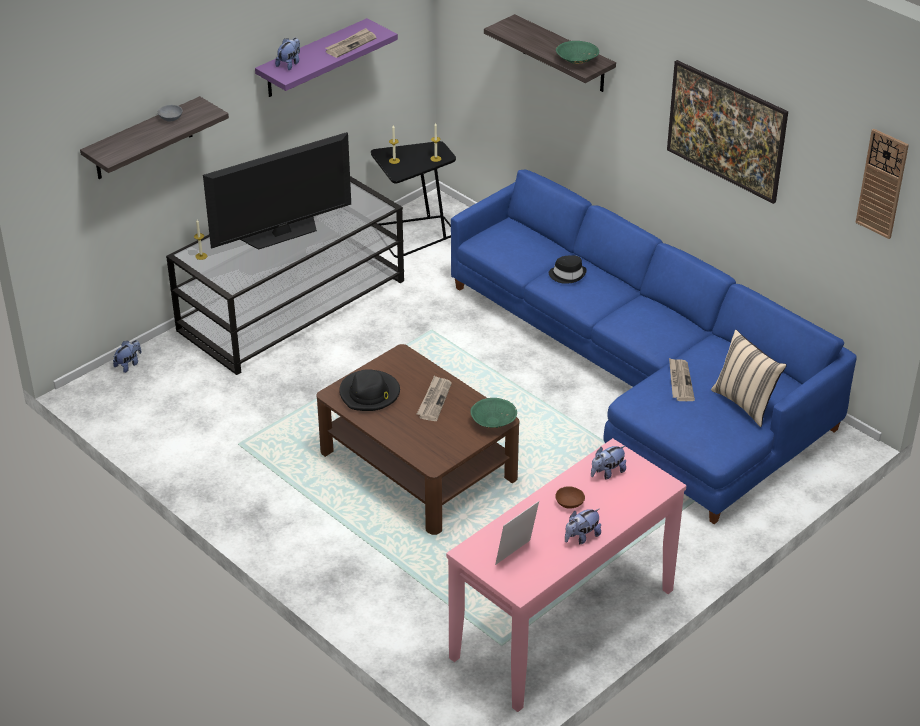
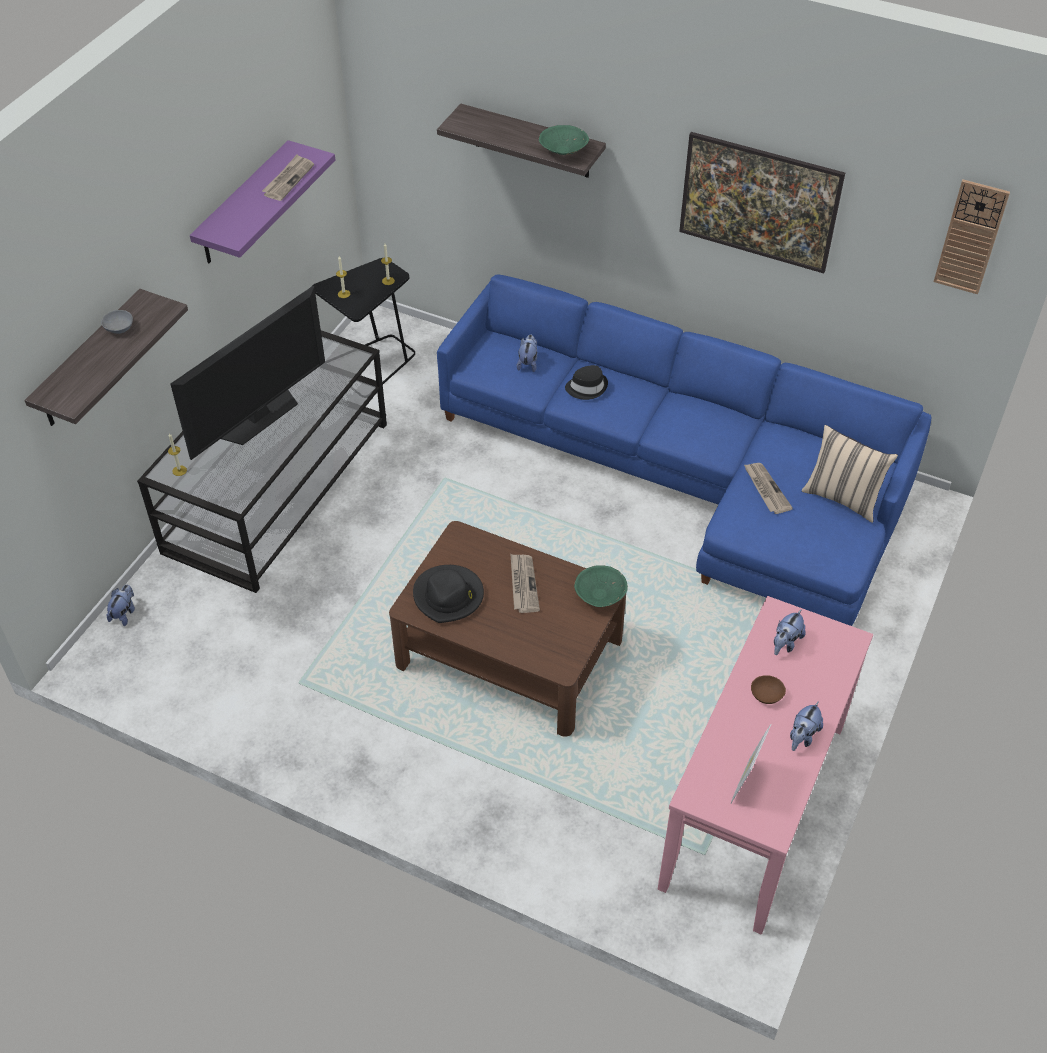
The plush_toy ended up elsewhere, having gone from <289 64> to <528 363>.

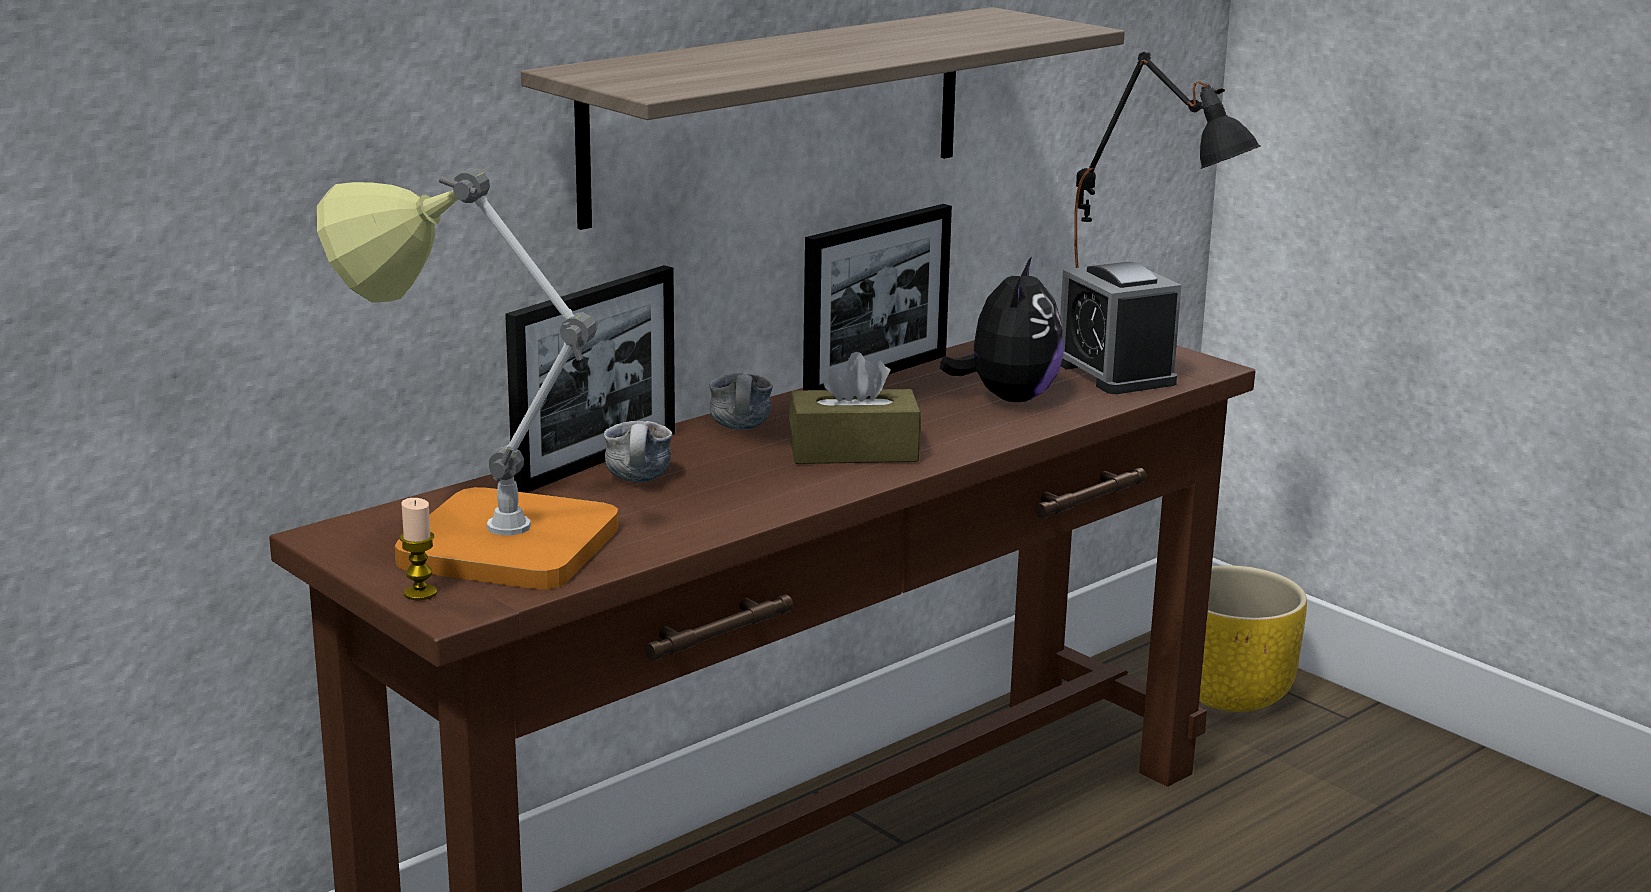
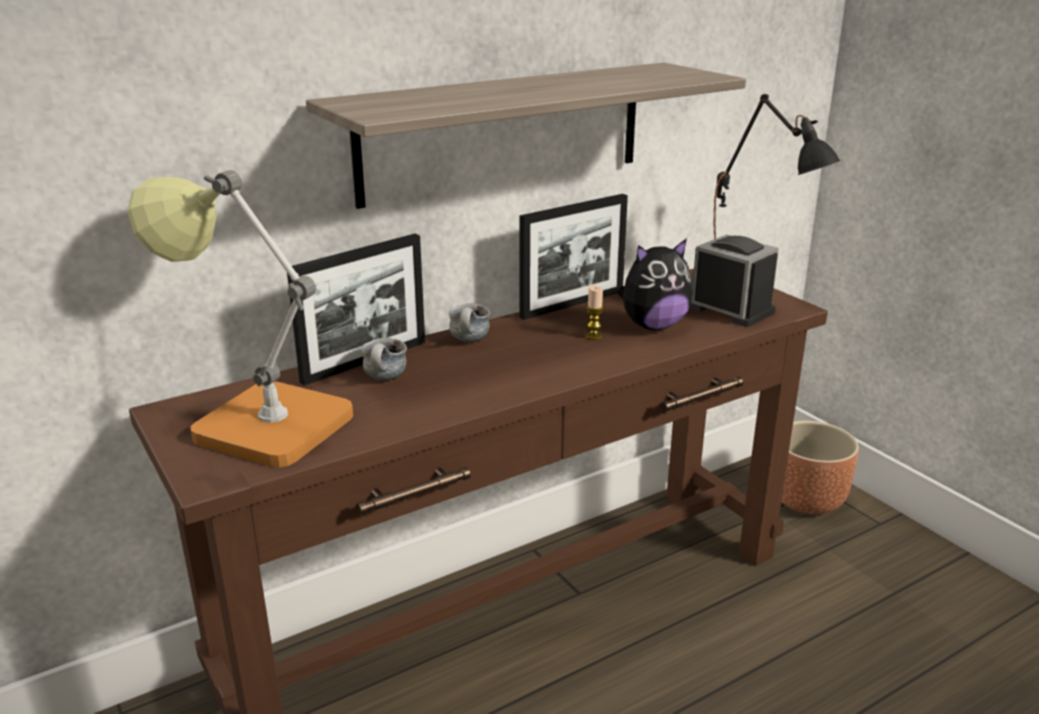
The candle ended up elsewhere, having gone from <420 593> to <593 336>.
The second view lost the brown-coloured_tissue_box at <853 451>.
The plush_toy at <1008 398> ended up facing another way, 45 degrees clockwise from before.
The alarm_clock at <1114 373> ended up facing another way, 150 degrees clockwise from before.
What was the yellowish_plant_pot at <1231 694> turned into the brown-coloured_plant_pot at <807 500>.

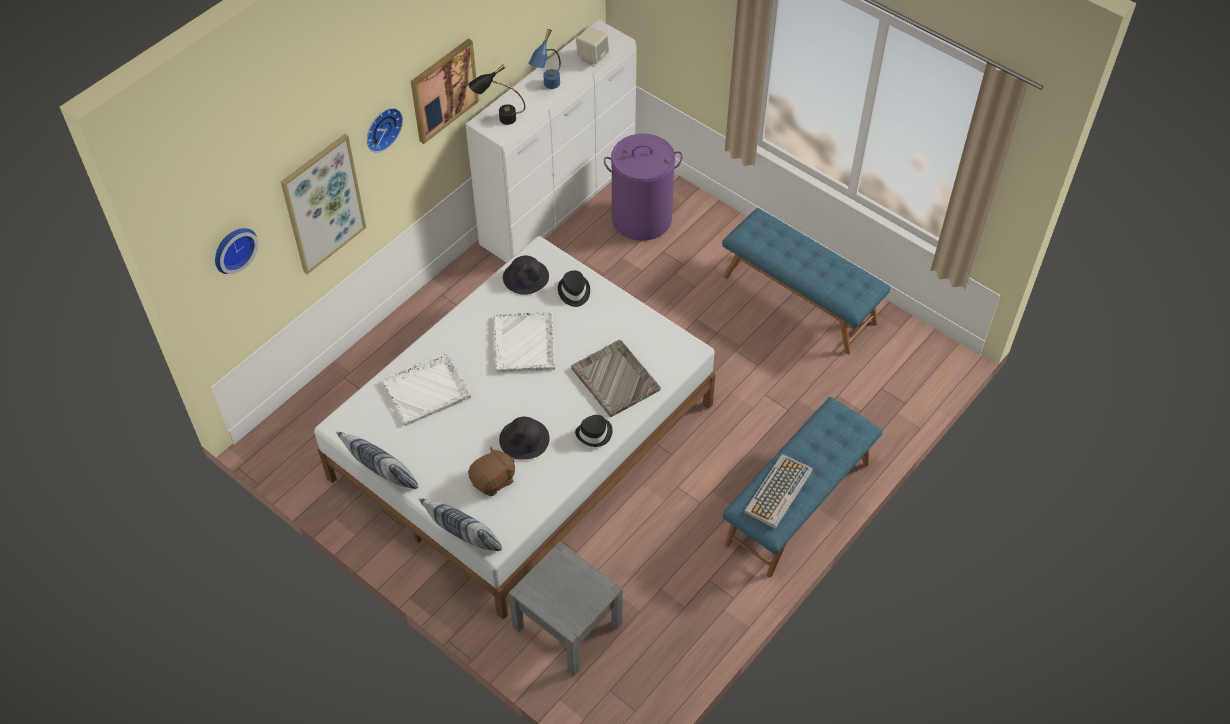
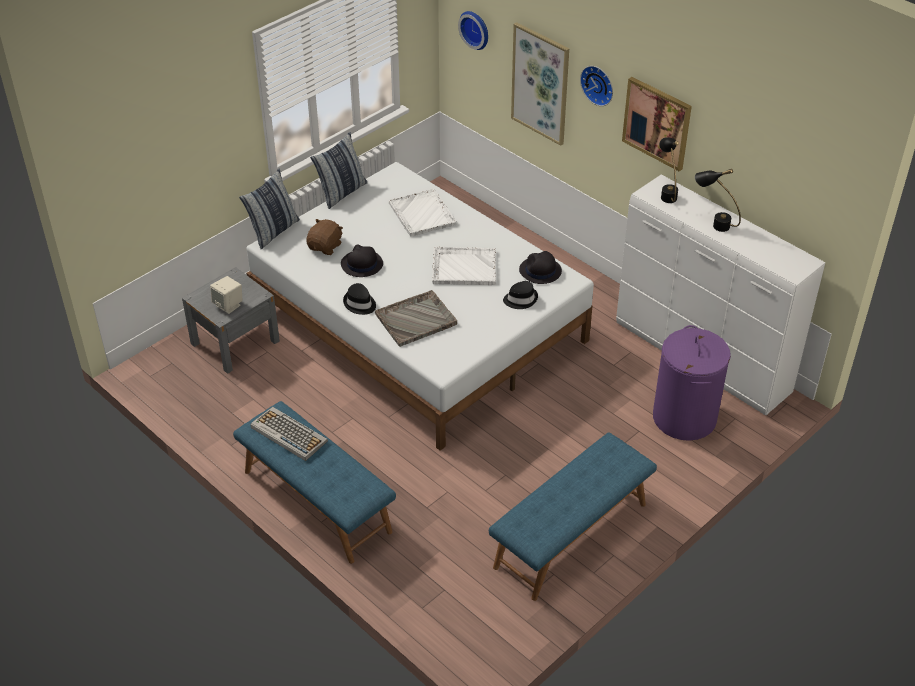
The brown-coloured_plush_toy at <493 480> ended up facing another way, 120 degrees counterclockwise from before.
What was the bluish_table_lamp at <548 88> turned into the blackish_table_lamp at <713 223>.
The beige-coloured_audio_speaker ended up elsewhere, having gone from <592 58> to <228 305>.

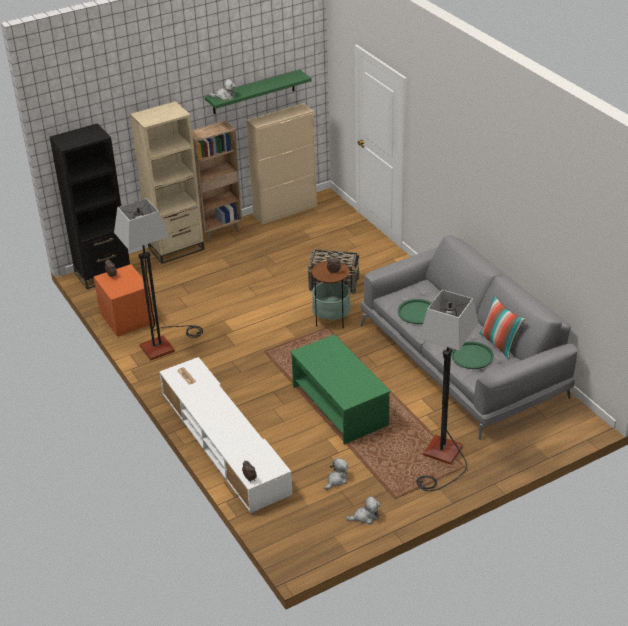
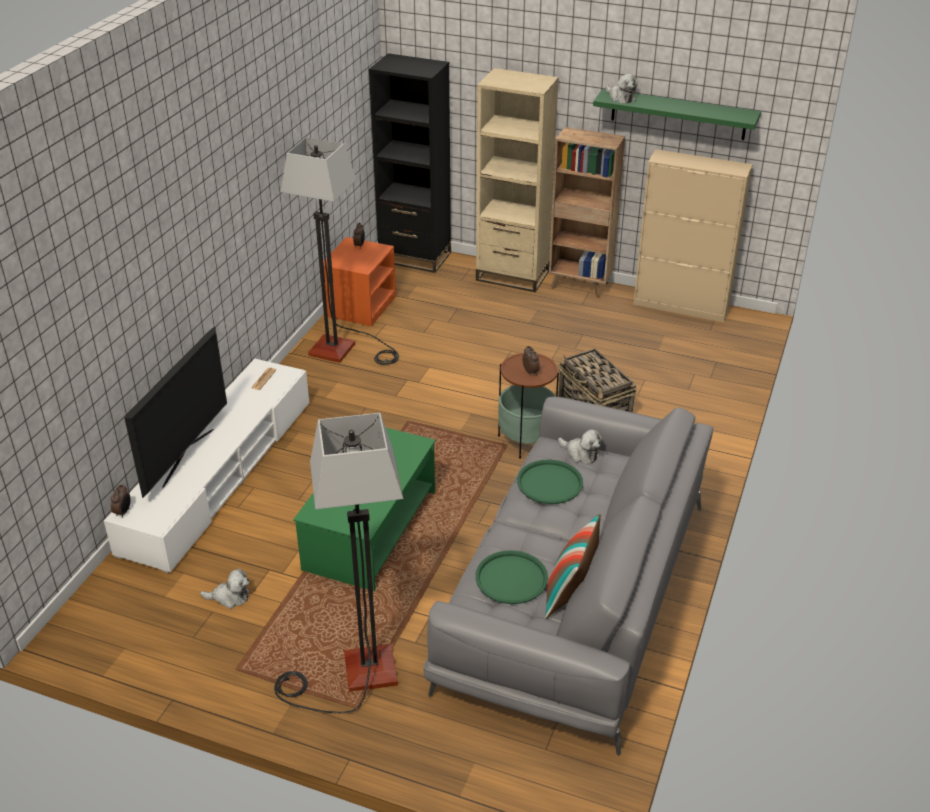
The plush_toy ended up elsewhere, having gone from <365 517> to <581 453>.
The second view gained the television at <187 457>.

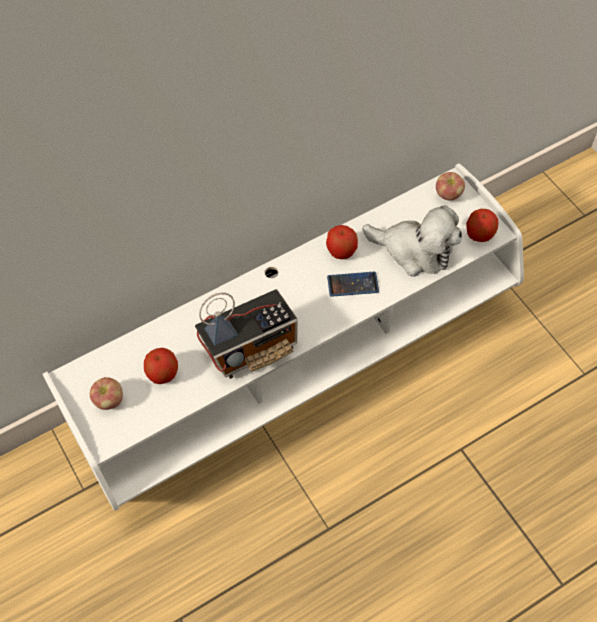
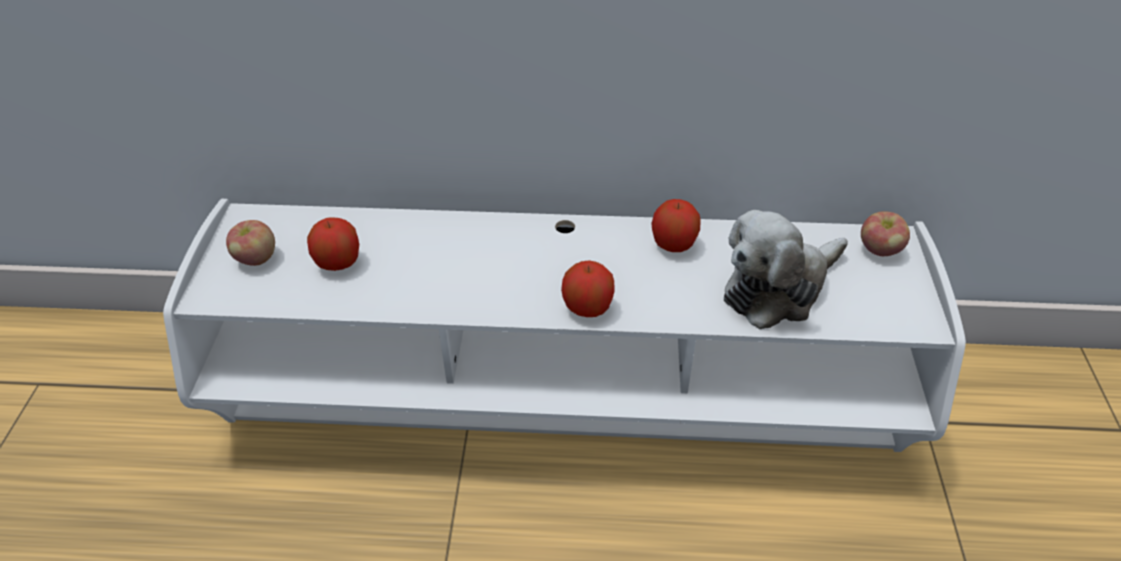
The second view lost the radio_receiver at <251 348>.
The second view lost the handset at <352 284>.
The plush_toy at <414 250> ended up facing another way, 90 degrees clockwise from before.
The apple ended up elsewhere, having gone from <479 234> to <587 307>.

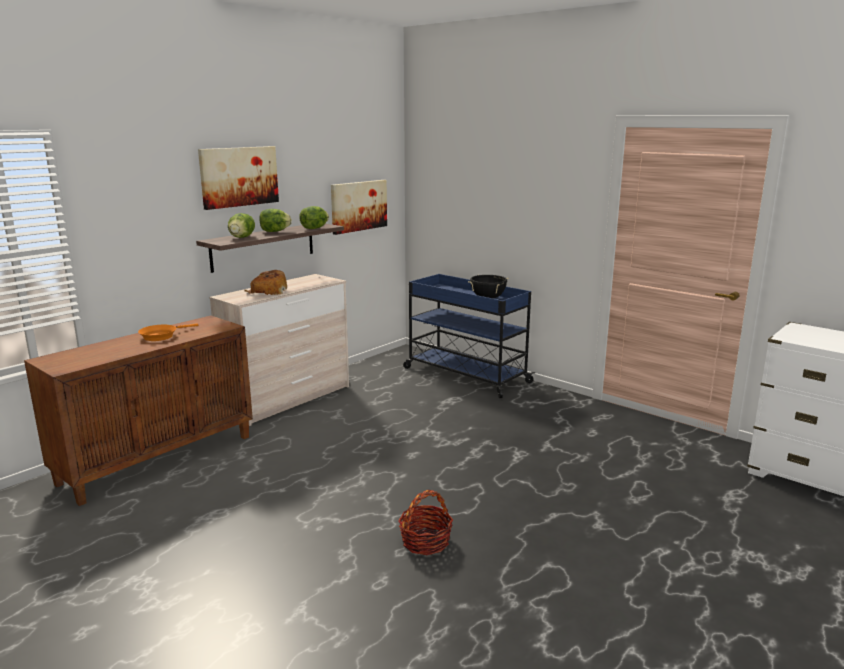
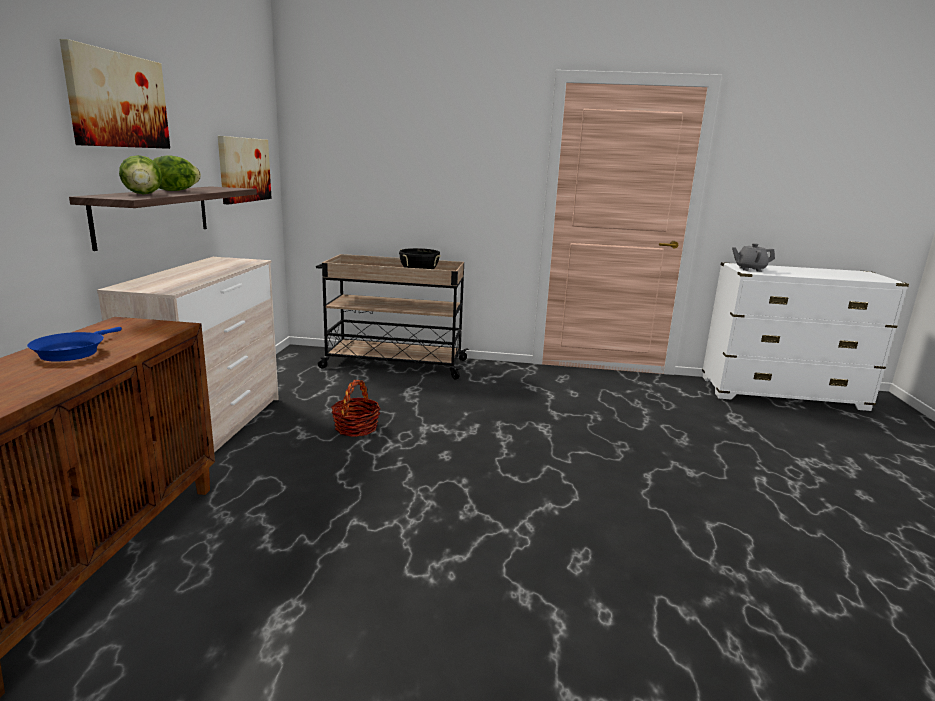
What was the orange_skillet at <161 336> turned into the bluish_skillet at <73 352>.
The second view lost the baked_bread at <267 291>.
The second view lost the lettuce at <314 228>.
The basket ended up elsewhere, having gone from <425 541> to <356 428>.
What was the bluish_trolley at <464 375> turned into the beige-coloured_trolley at <392 364>.
The second view gained the greyish_tea_pot at <750 269>.

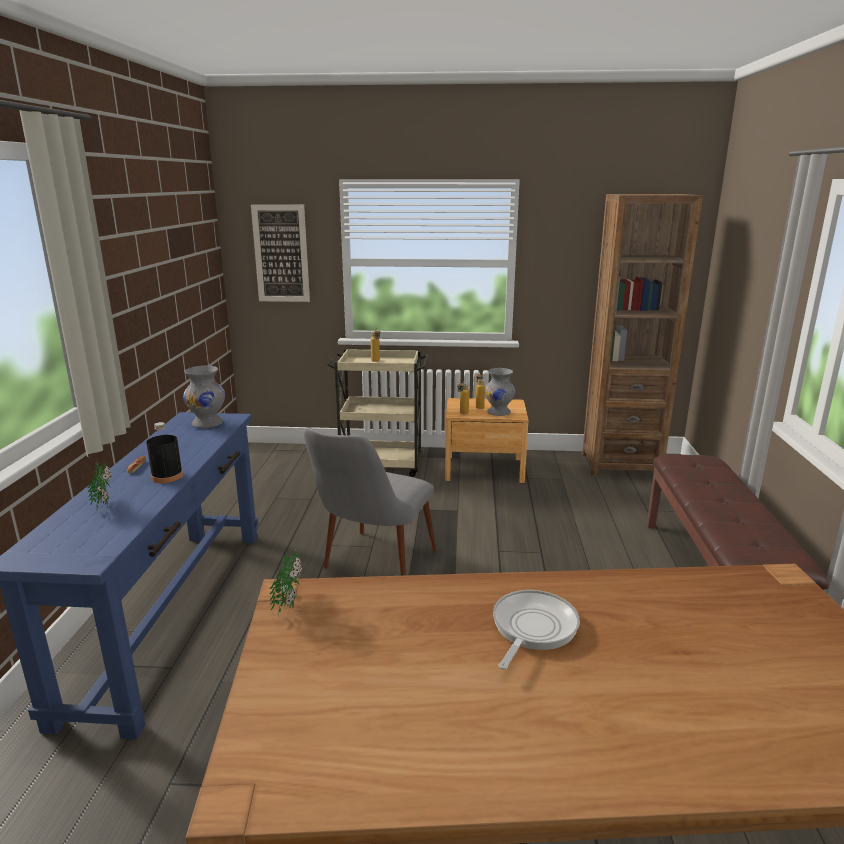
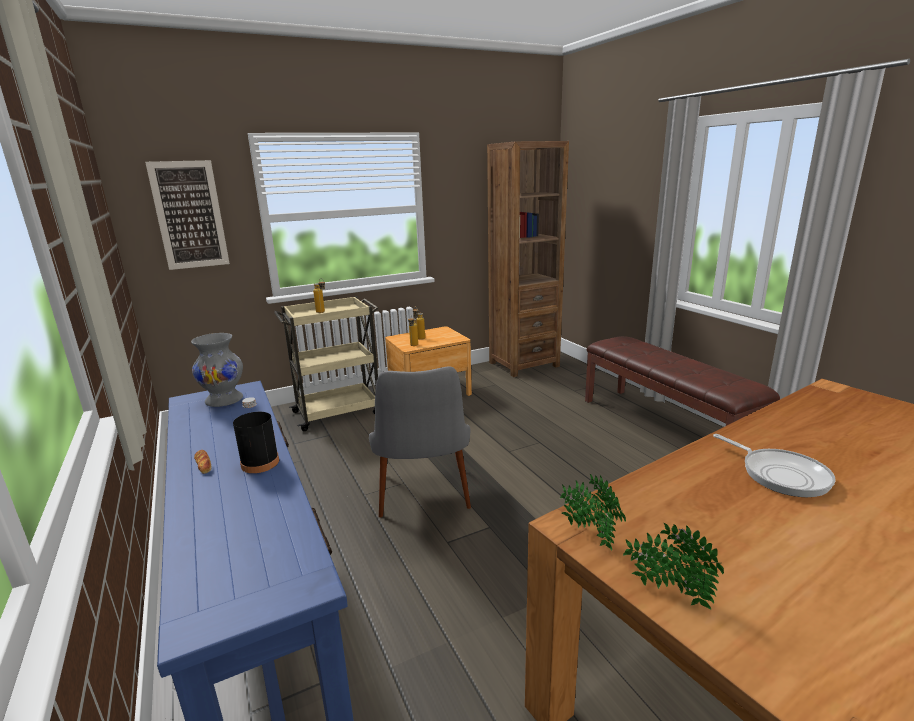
The plant_in_a_pot ended up elsewhere, having gone from <104 504> to <668 591>.
The second view lost the greyish_decorative_vase at <499 412>.
The skillet at <532 628> ended up facing another way, 150 degrees clockwise from before.

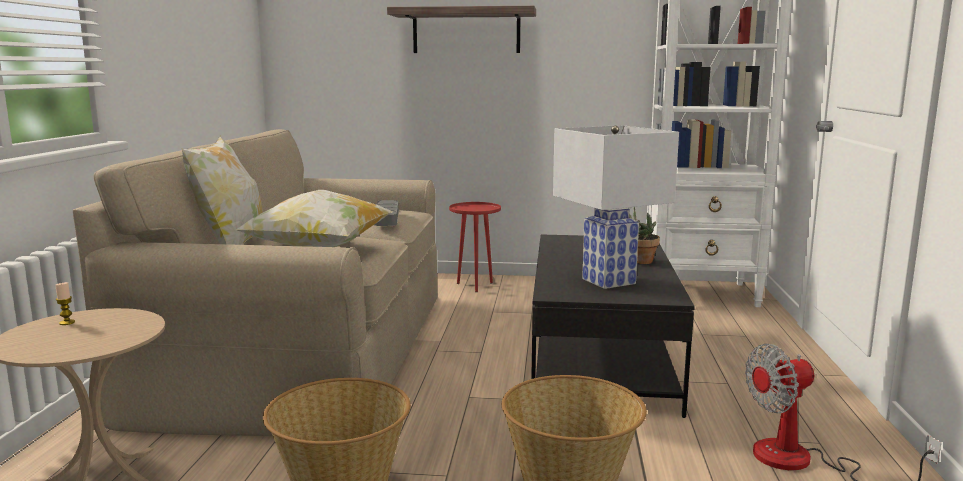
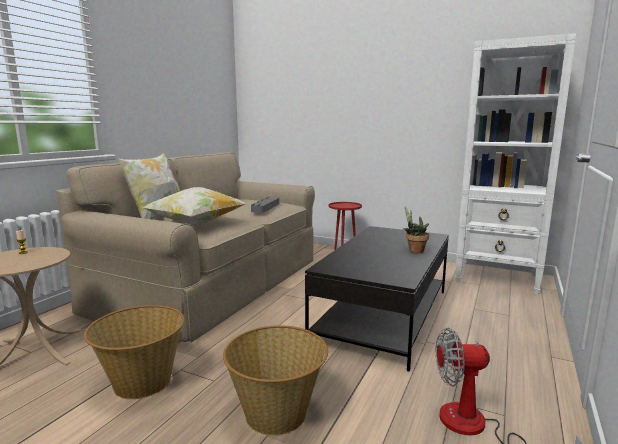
The second view lost the bracket_shelf at <466 31>.
The second view lost the white_table_lamp at <610 281>.

